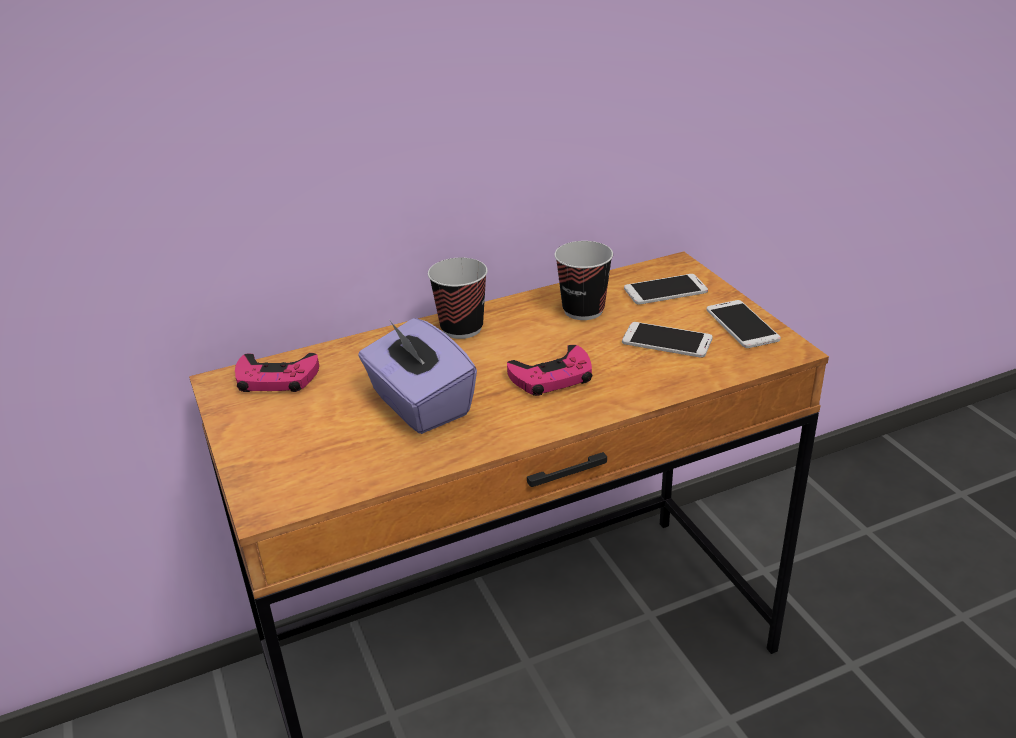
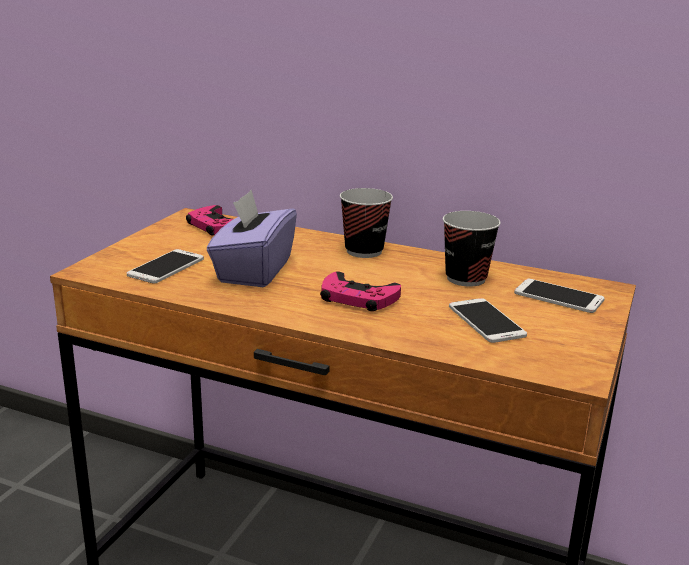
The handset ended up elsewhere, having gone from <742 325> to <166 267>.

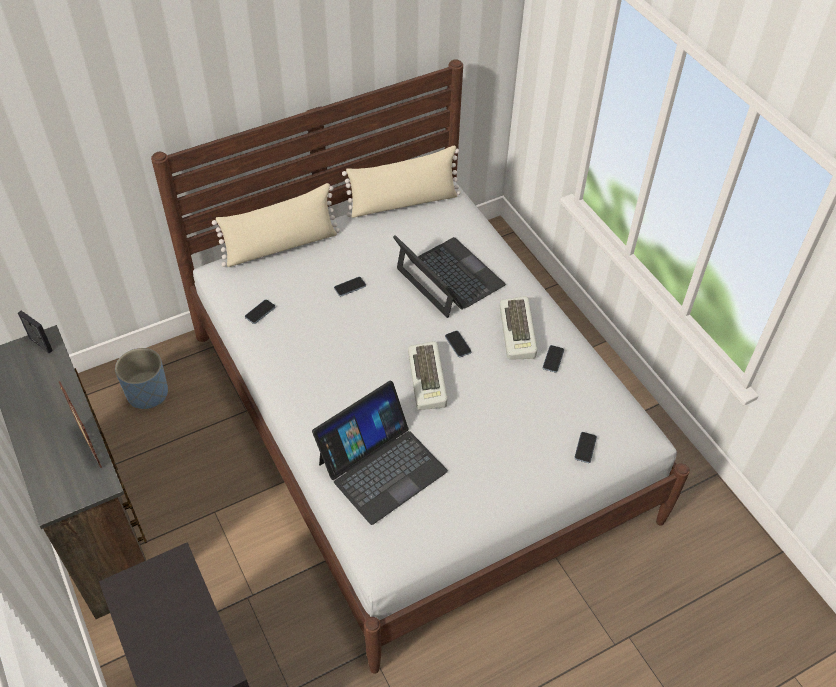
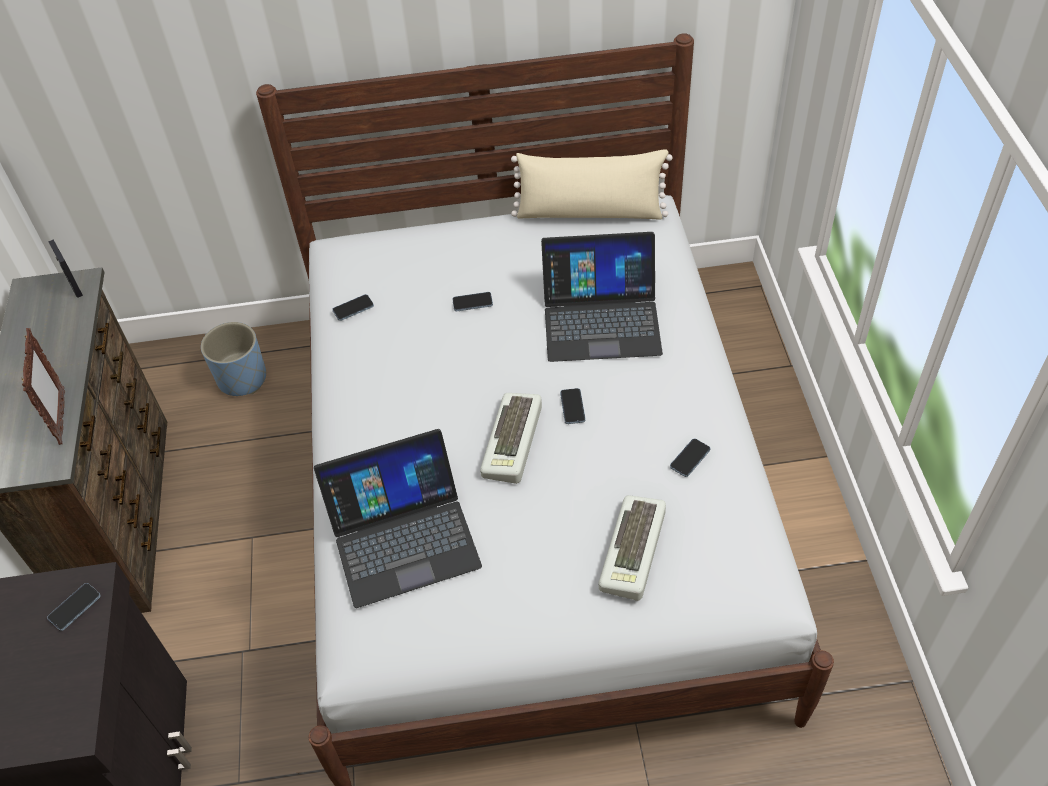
The second view lost the beige-coloured_cushion at <281 246>.
The notebook_computer at <449 277> ended up facing another way, 105 degrees clockwise from before.
The computer_keyboard ended up elsewhere, having gone from <519 332> to <635 552>.
The handset ended up elsewhere, having gone from <585 448> to <75 607>.

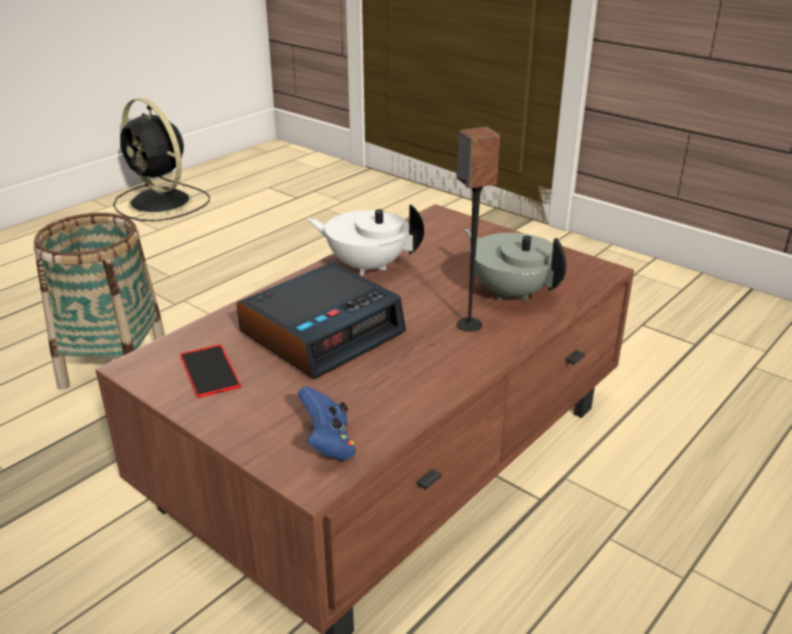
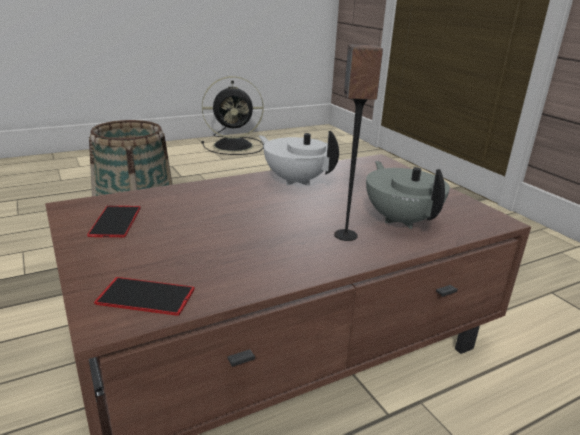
The blackish_electric_fan at <162 203> ended up facing another way, 75 degrees counterclockwise from before.
The second view lost the alarm_clock at <322 332>.
Where the bluish_game_controller stood at <328 444>, the handset came to stand at <146 296>.

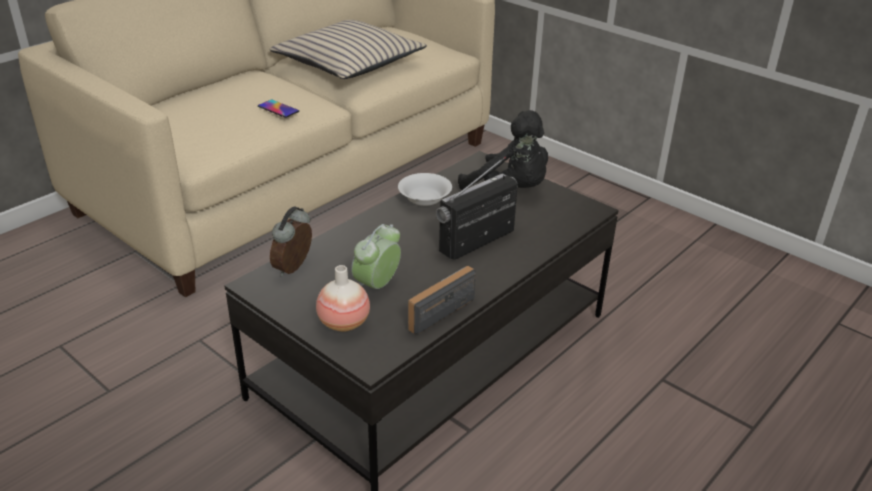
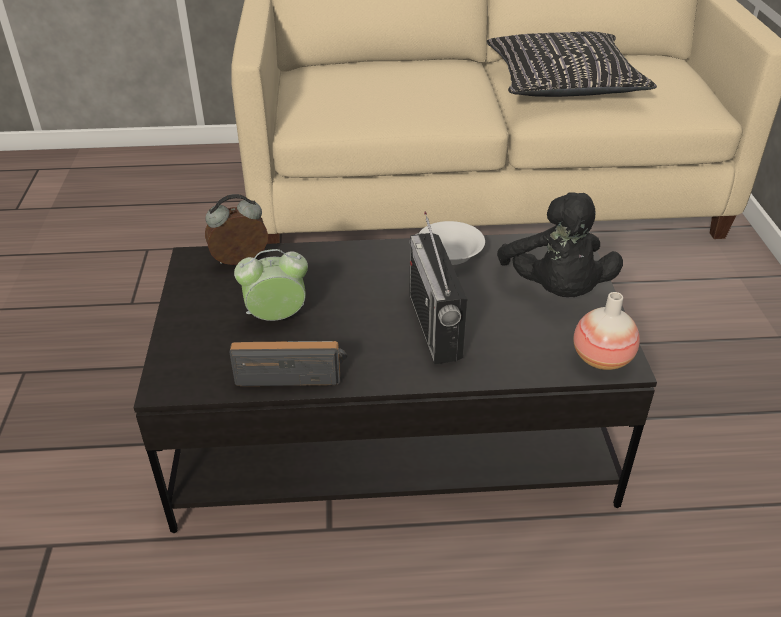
The second view lost the handset at <278 109>.
What was the beige-coloured_cushion at <348 63> turned into the blackish_cushion at <563 82>.
The decorative_vase ended up elsewhere, having gone from <344 323> to <601 359>.
The radio_receiver at <477 241> ended up facing another way, 105 degrees counterclockwise from before.

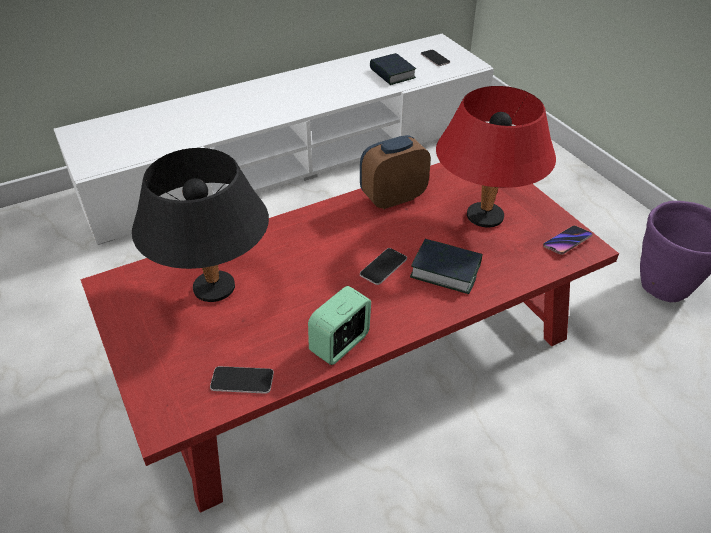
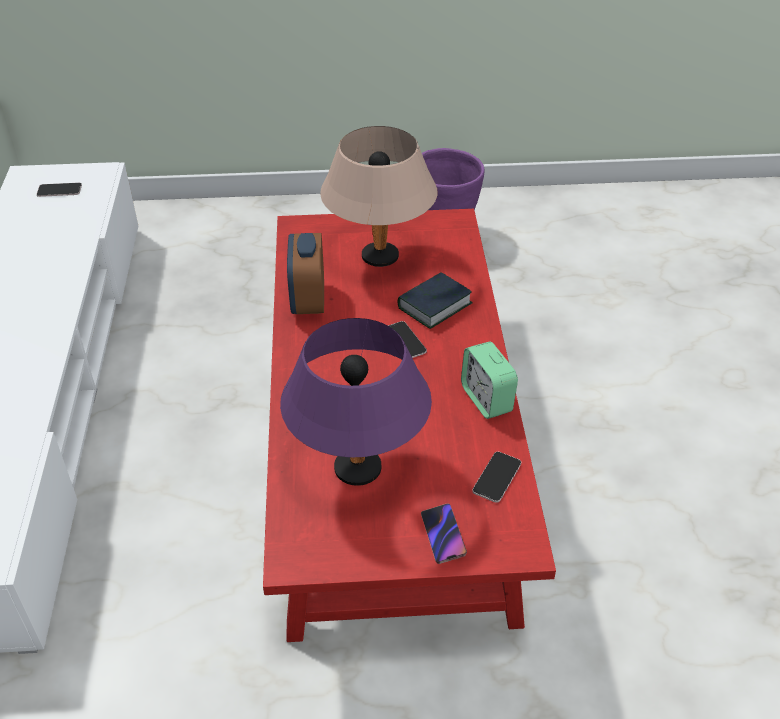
What was the blackish_table_lamp at <215 288> turned into the purple_table_lamp at <358 468>.
The second view lost the bound_book at <392 74>.
What was the red_table_lamp at <484 217> turned into the beige-coloured_table_lamp at <380 257>.
The handset ended up elsewhere, having gone from <567 242> to <443 535>.

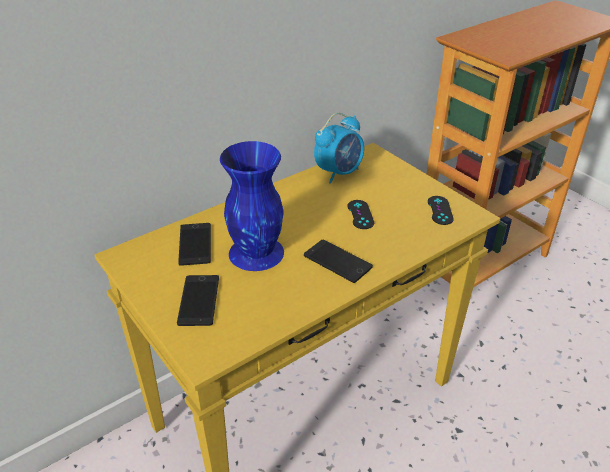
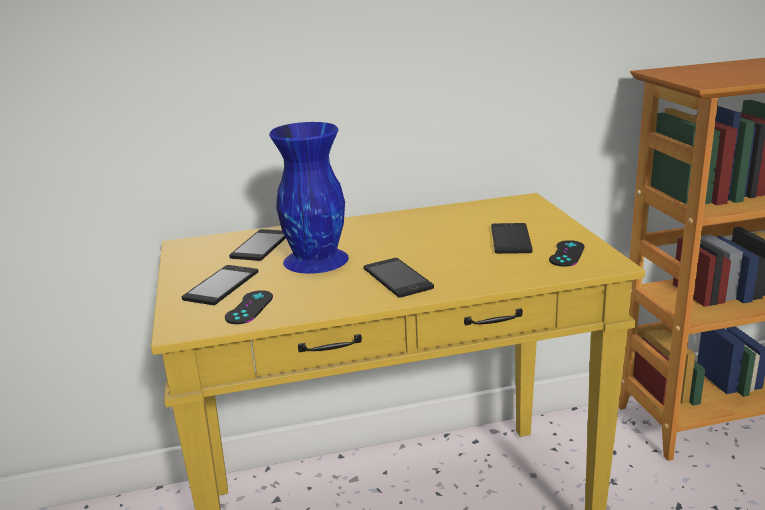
The second view lost the alarm_clock at <339 173>.
The blackish_game_controller ended up elsewhere, having gone from <360 214> to <249 307>.
The second view gained the handset at <510 239>.

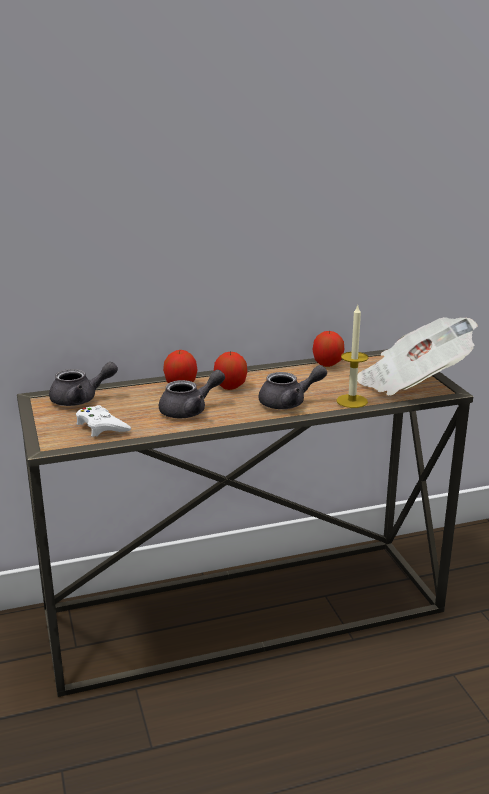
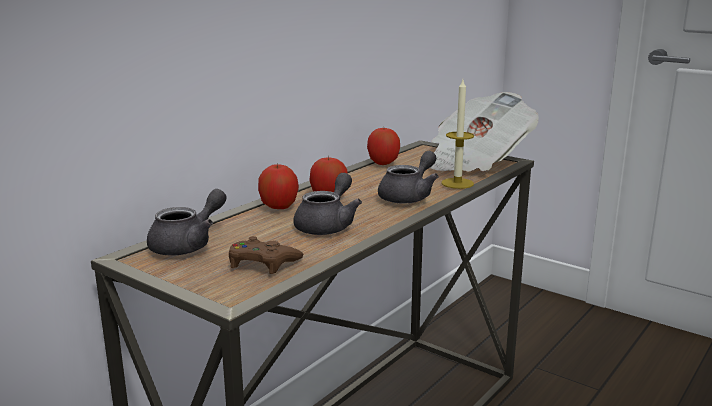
What was the white_game_controller at <101 426> turned into the brown-coloured_game_controller at <262 263>.

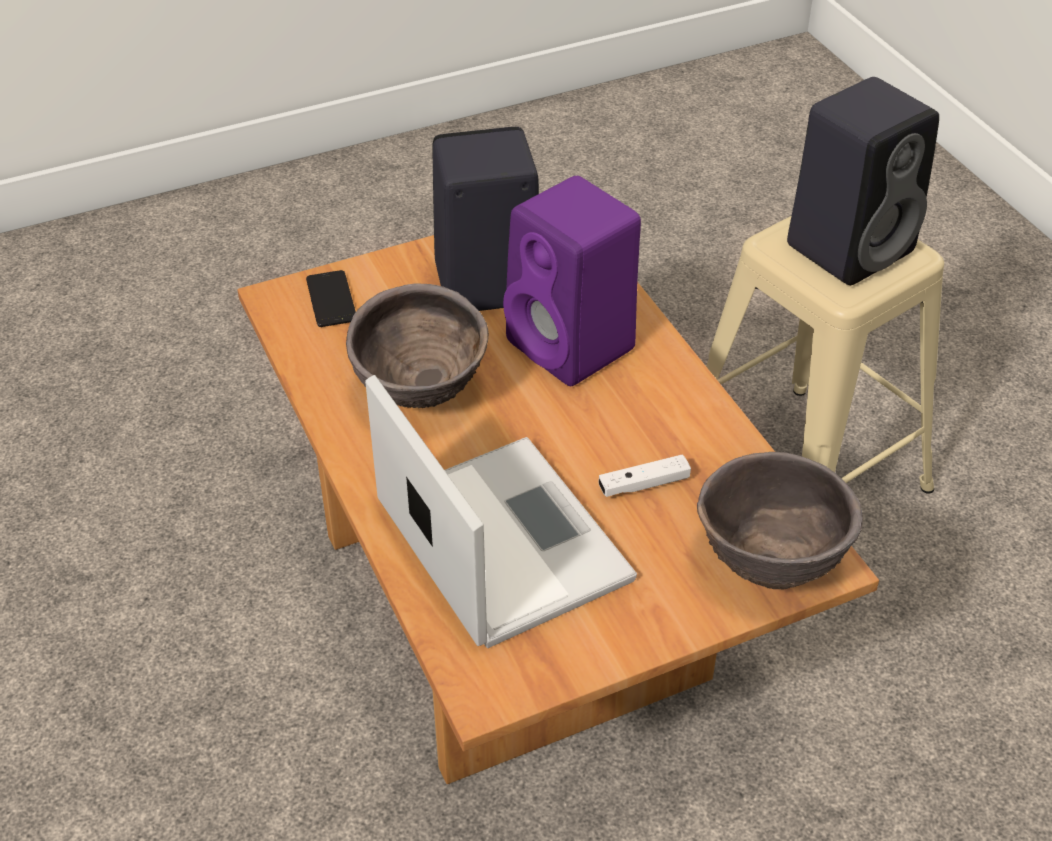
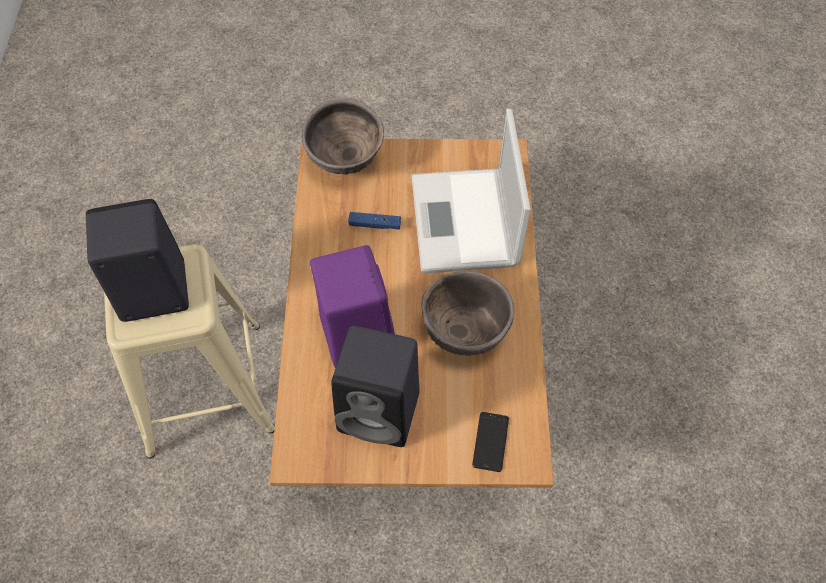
What was the white_game_controller at <643 484> turned into the bluish_game_controller at <375 225>.

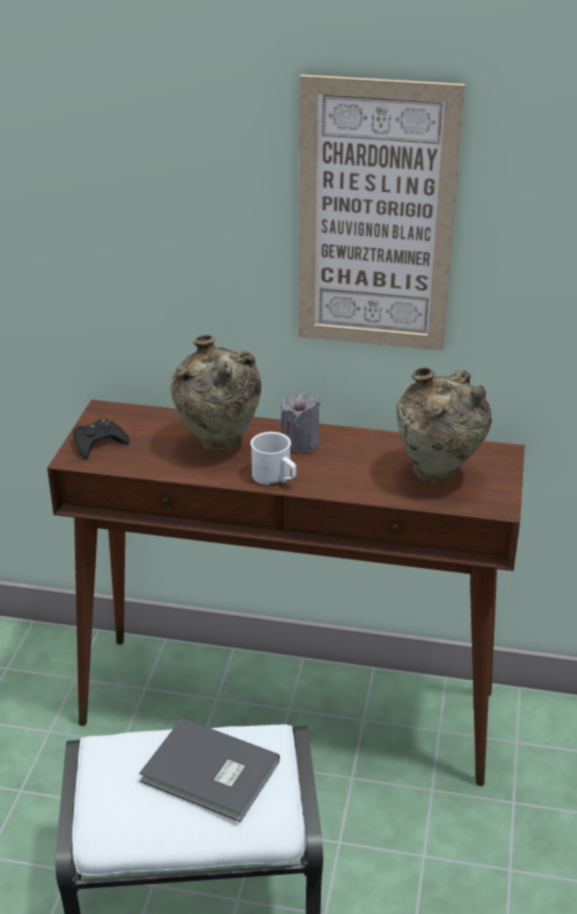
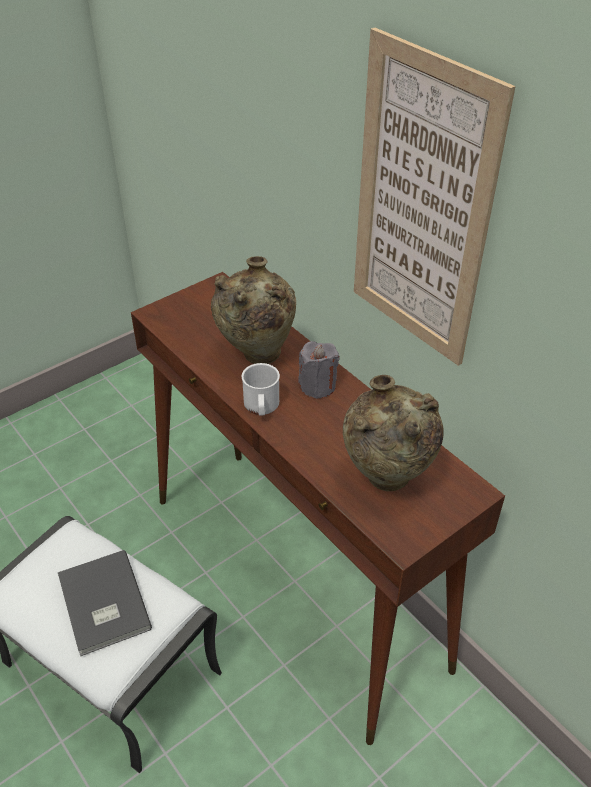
The second view lost the blackish_game_controller at <98 443>.

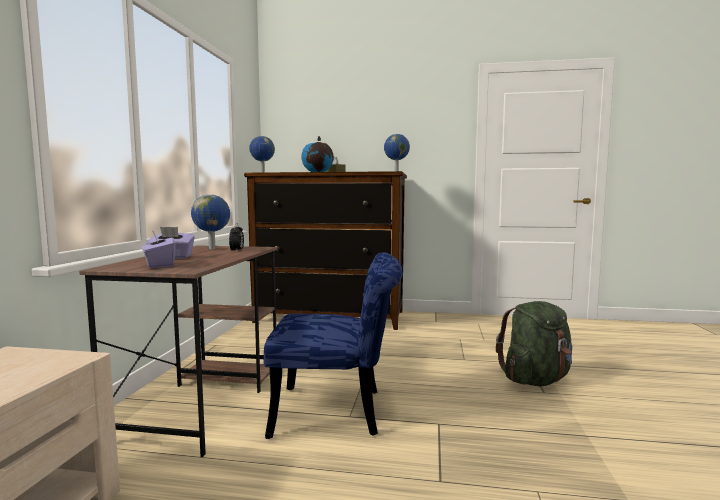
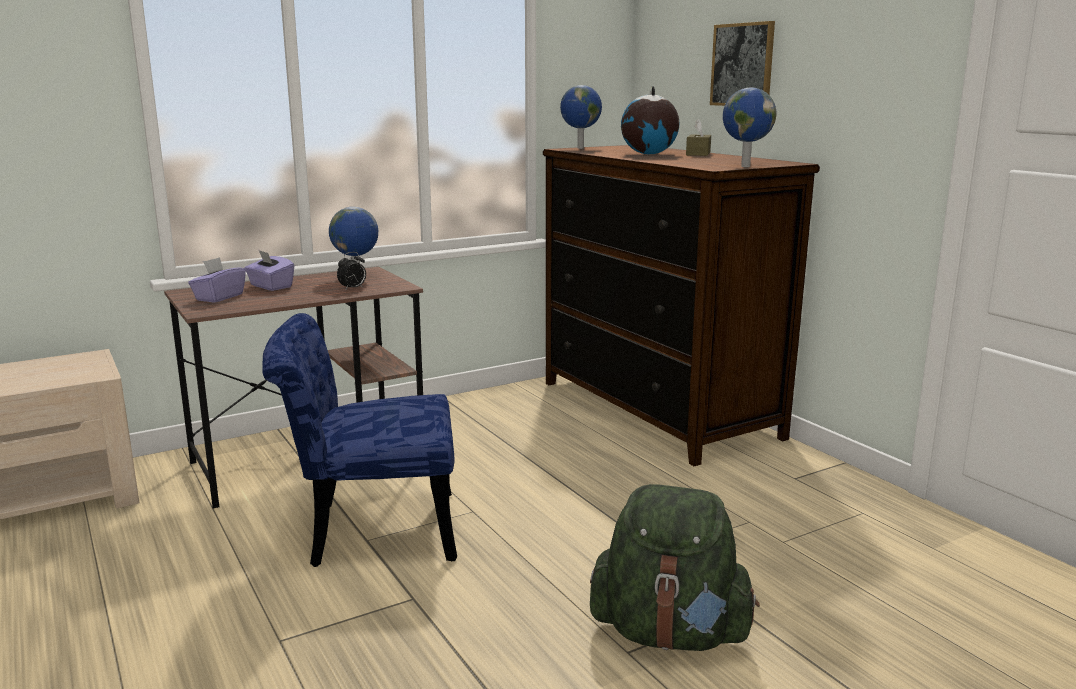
The bluish_plain_chair at <339 412> ended up facing another way, 120 degrees clockwise from before.
The second view gained the wall_picture at <742 65>.

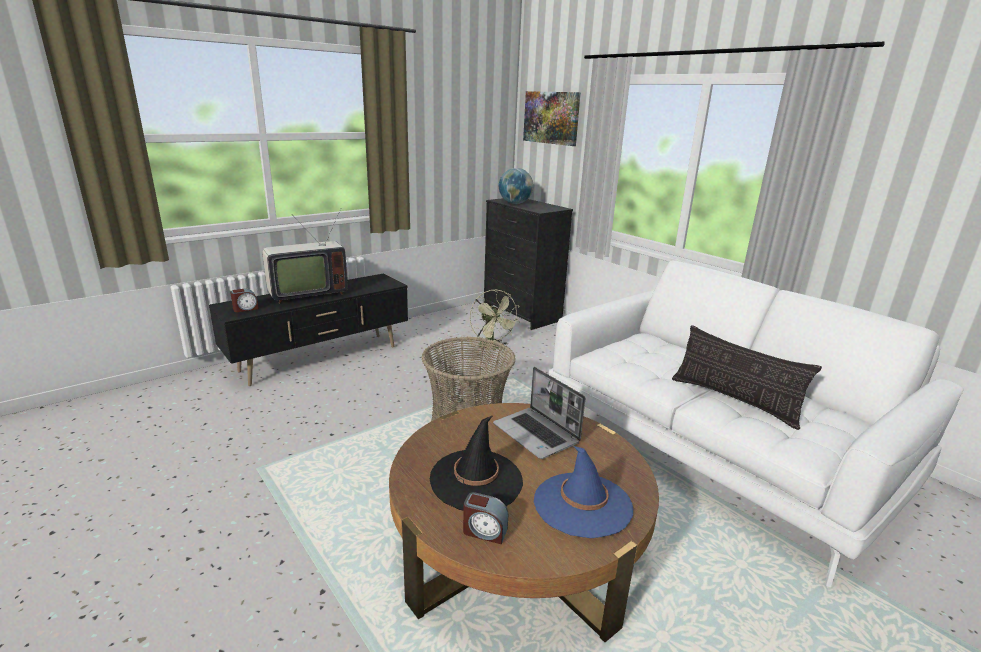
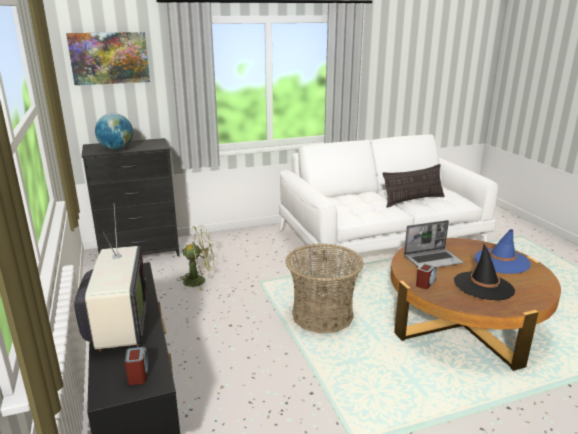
The alarm_clock ended up elsewhere, having gone from <484 531> to <425 283>.

